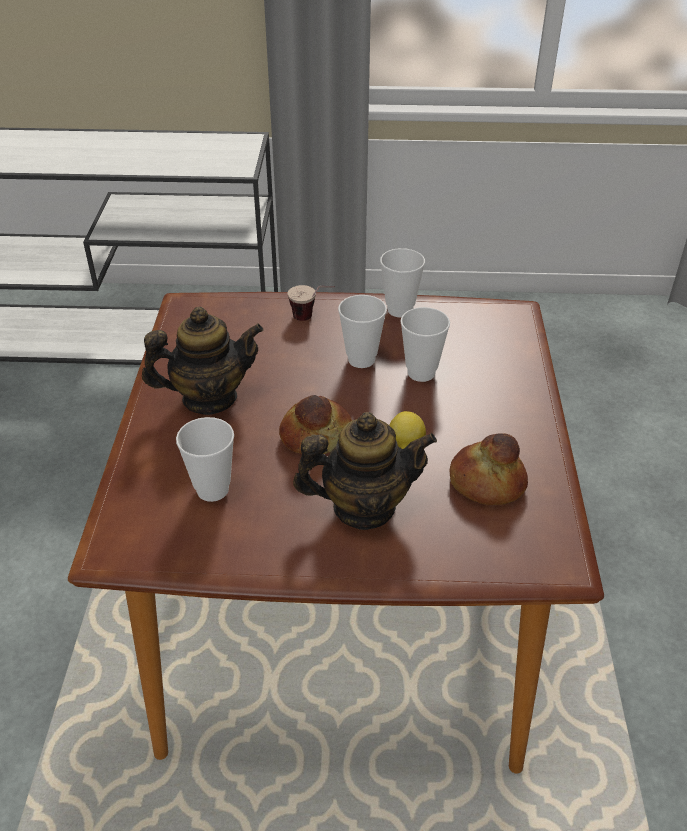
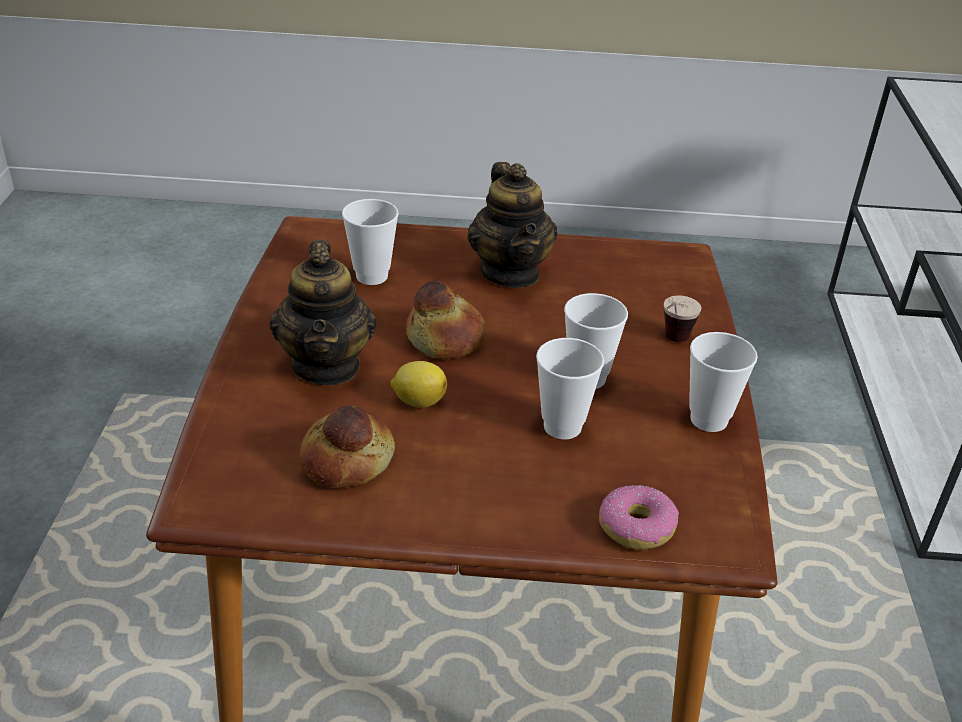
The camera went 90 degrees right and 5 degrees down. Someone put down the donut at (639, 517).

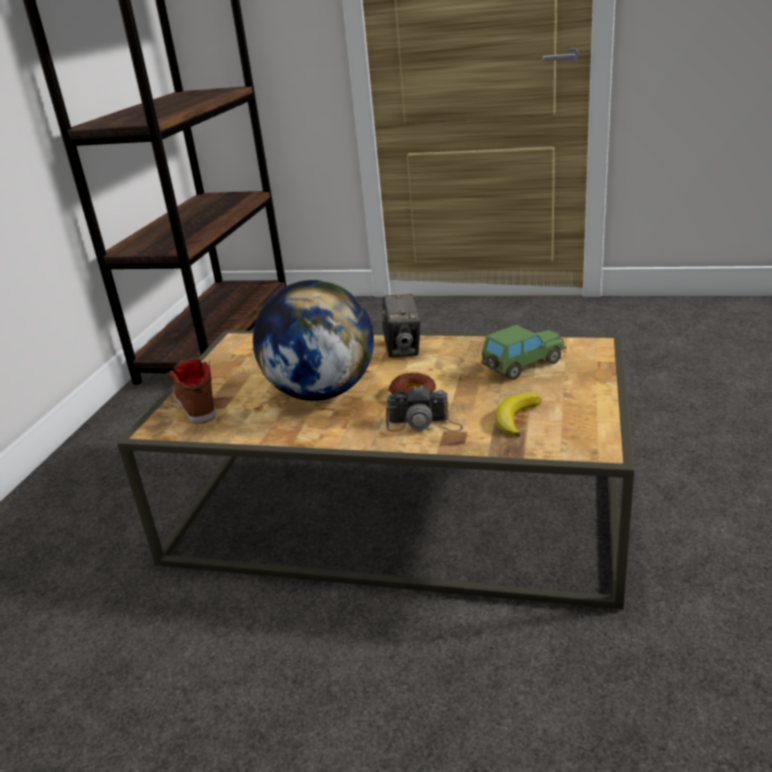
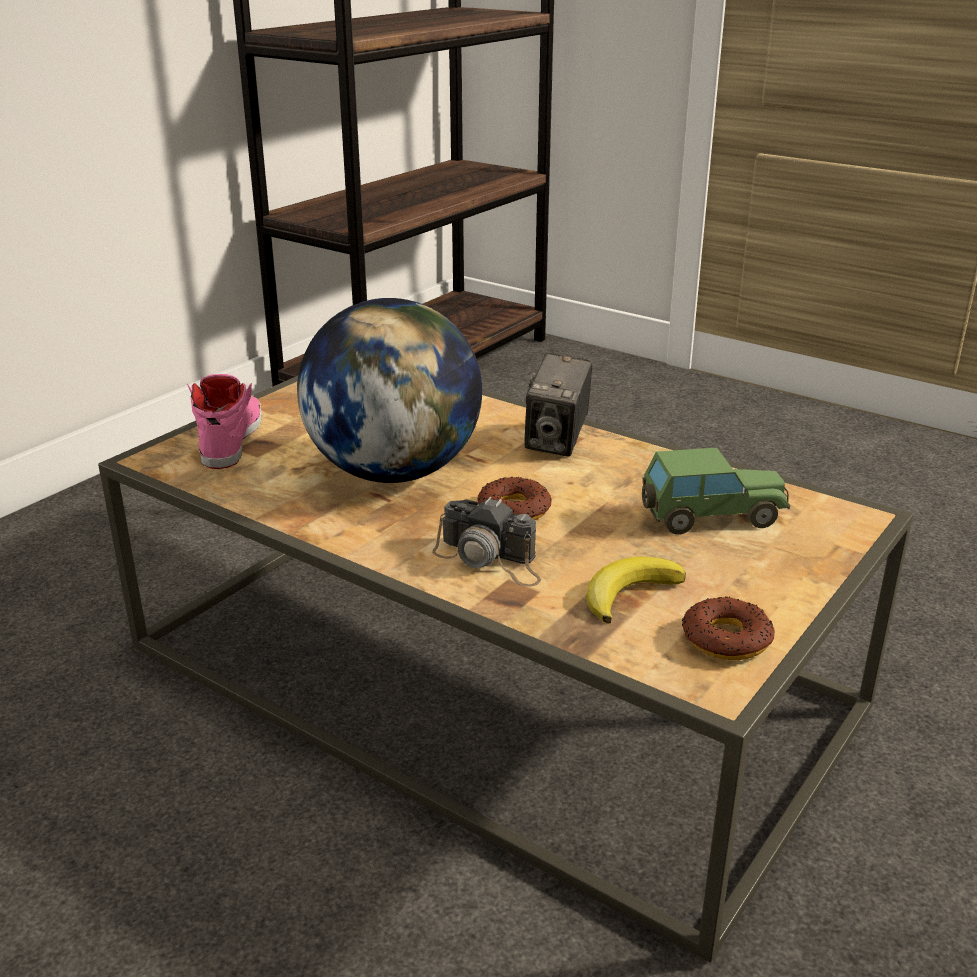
The camera went 20 degrees right and 0 degrees up. Someone repainted the shoe (brown) at (190, 391), which became the shoe (pink) at (224, 421). Someone put down the donut at (728, 628).

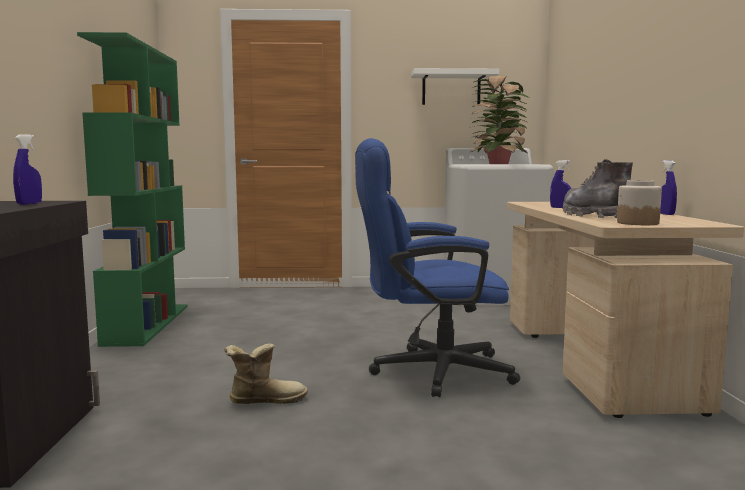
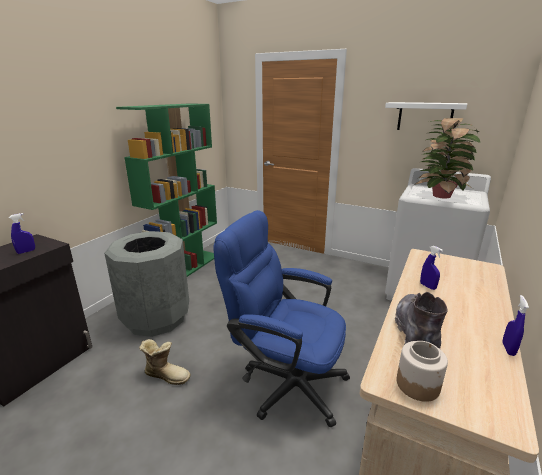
The camera went 30 degrees right and 15 degrees up. Someone put down the trash can (grey) at (146, 284).

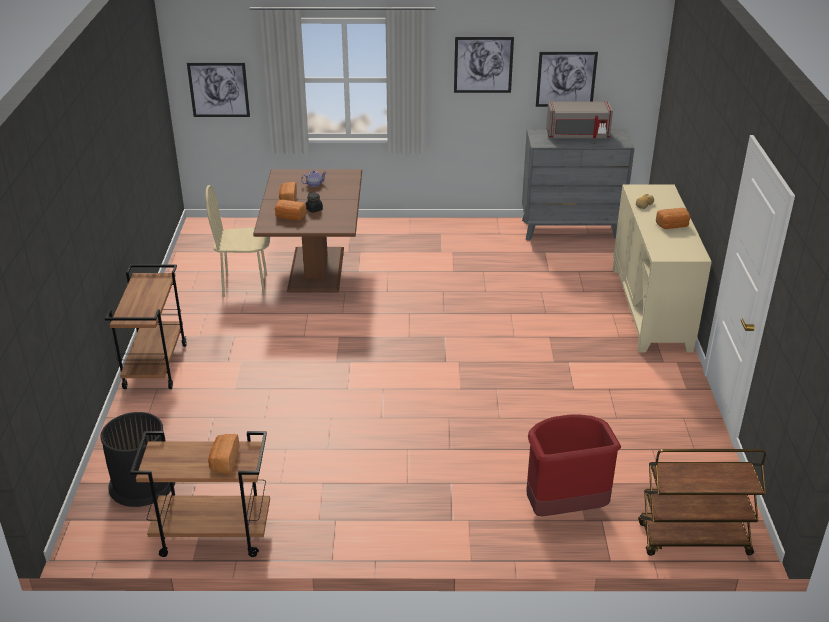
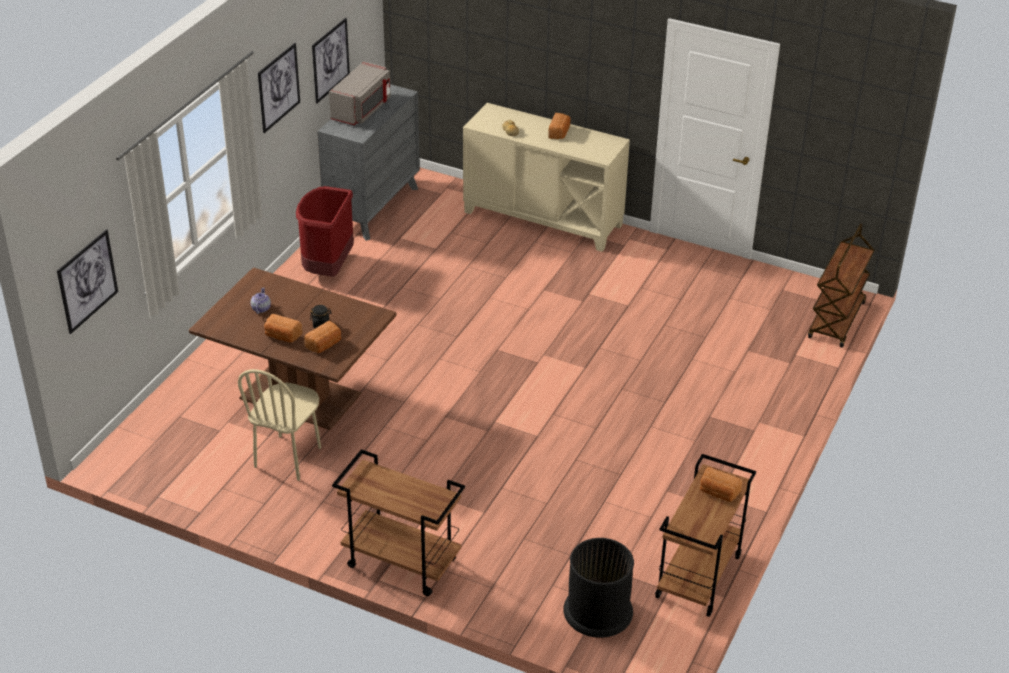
The camera went 65 degrees left and 5 degrees up. Someone carried the trash can (red) from (573, 465) to (325, 231).

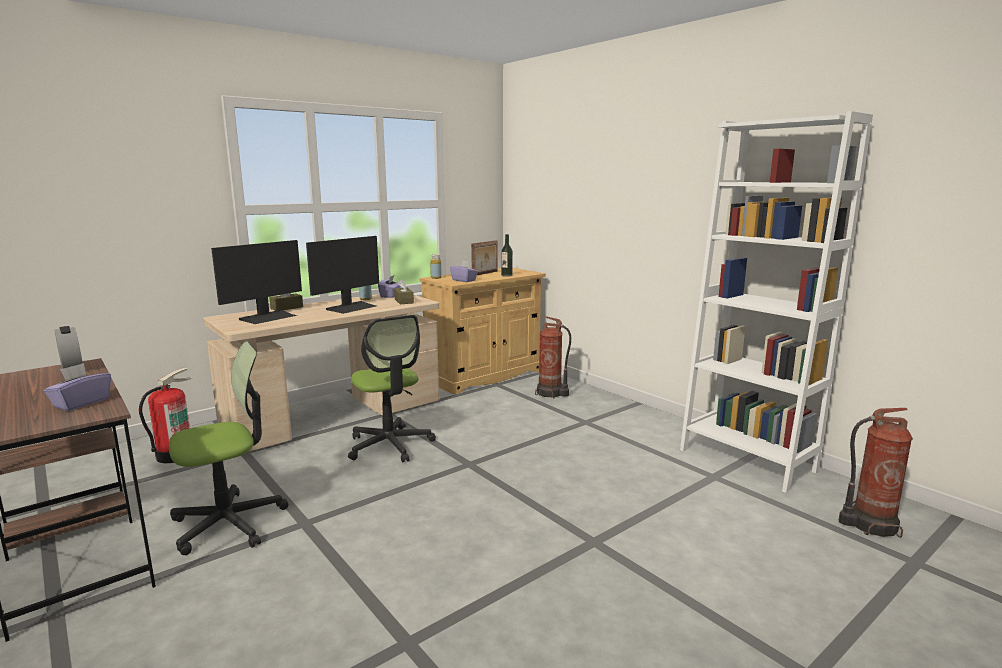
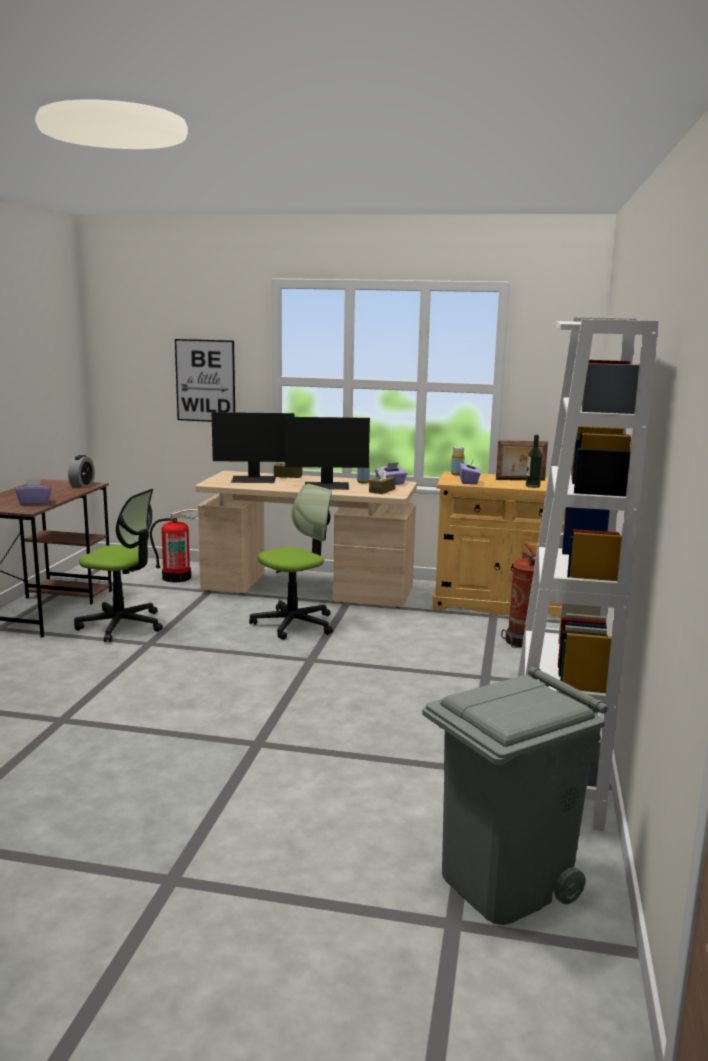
The camera went 50 degrees right and 0 degrees up. Someone rotated the office chair at (392, 388) by 150 degrees counterclockwise. Someone swapped the fire extinguisher at (876, 473) for the trash can (grey) at (515, 796). Someone put up the picture at (205, 380).

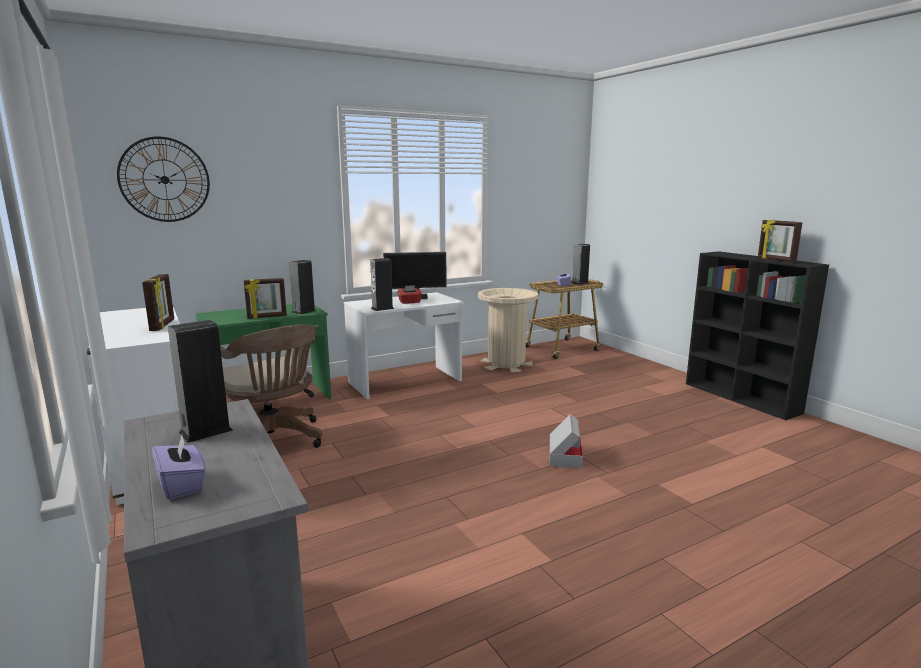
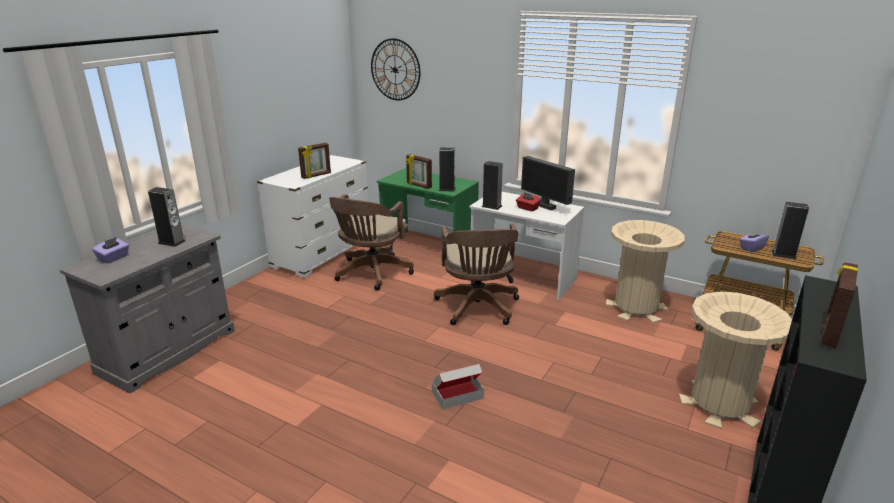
The camera went 60 degrees right and 10 degrees up. Someone put down the office chair (brown) at (476, 274). Someone put down the trash can (beige) at (735, 360).

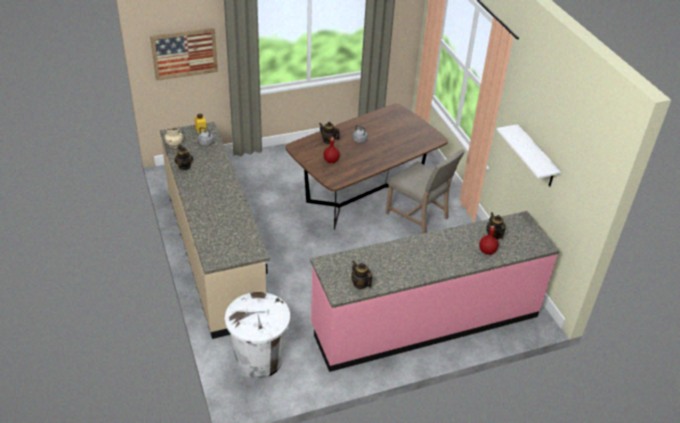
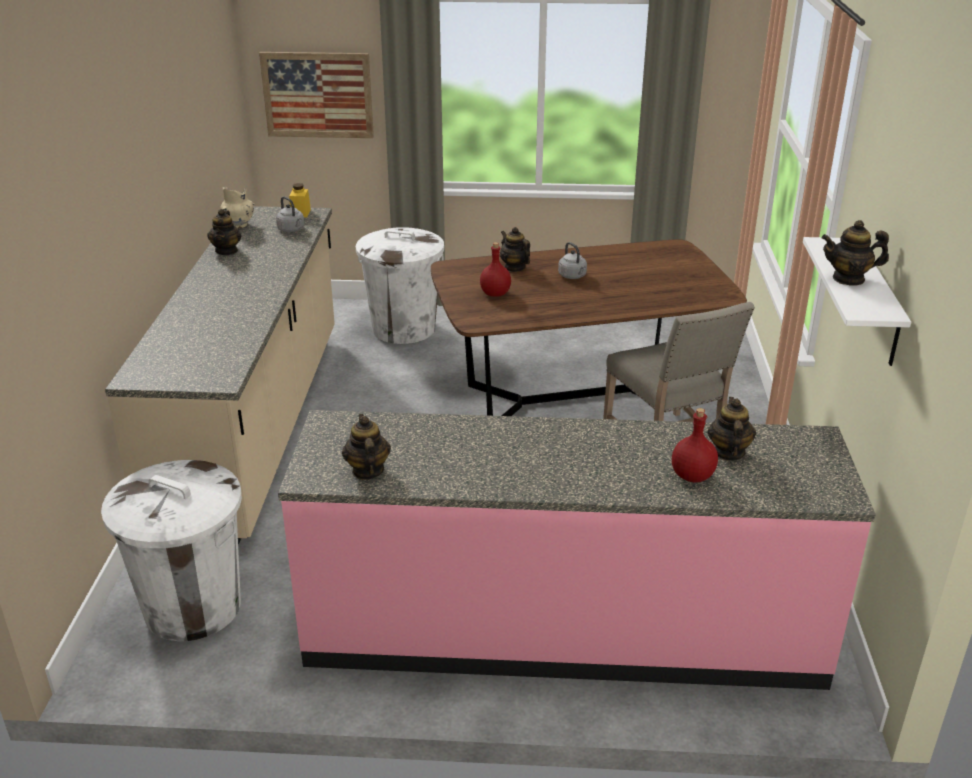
The camera went 25 degrees right and 10 degrees down. Someone put down the teapot at (855, 252). Someone put down the trash can (white) at (400, 285).

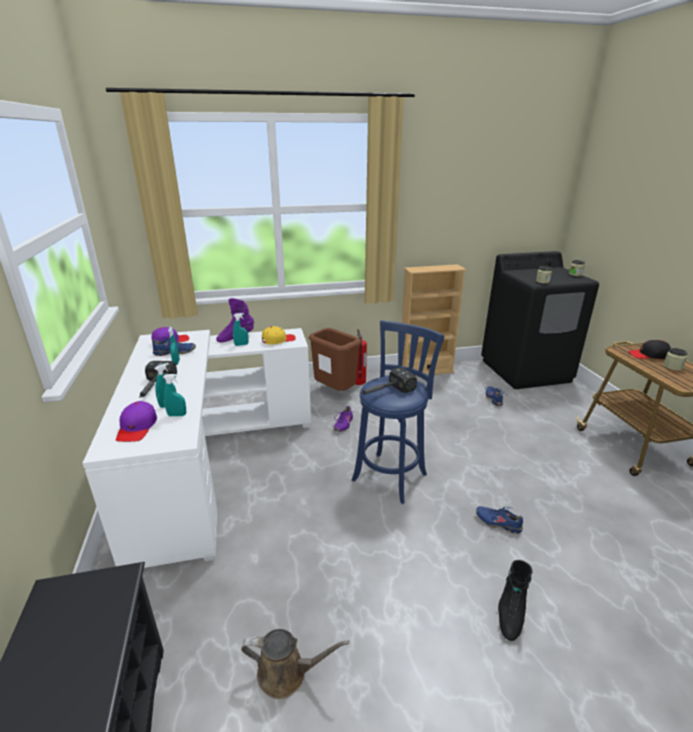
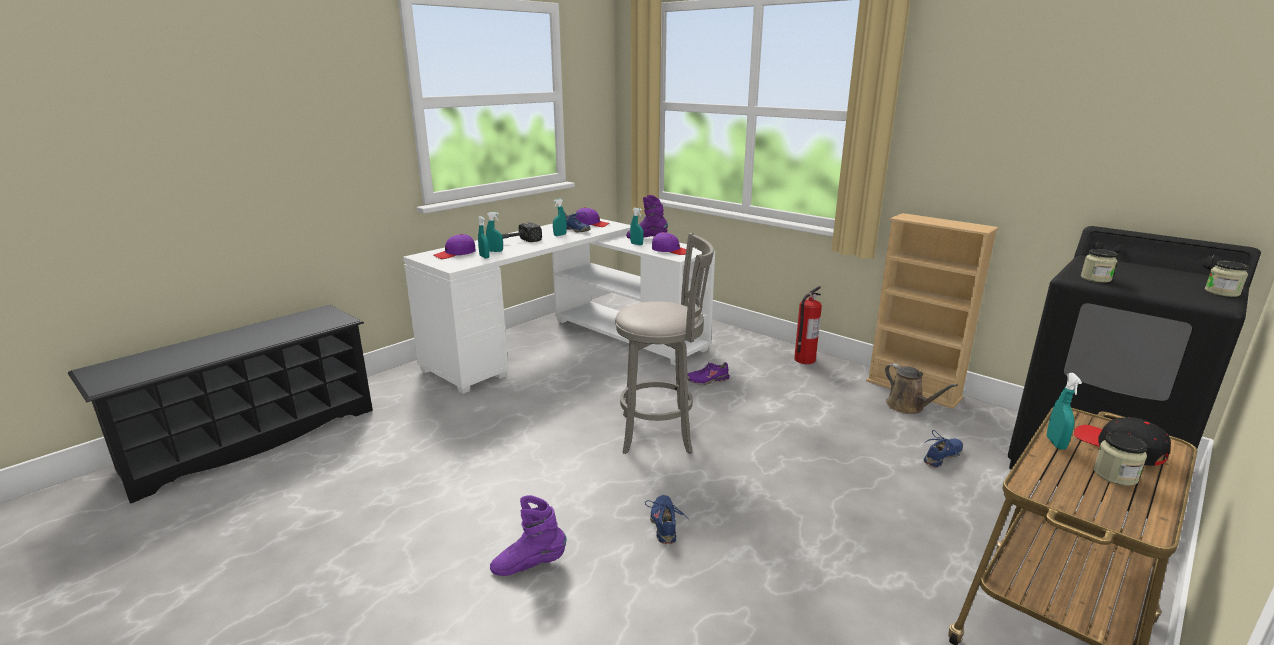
The camera went 55 degrees right and 5 degrees down. Someone repainted the stool (blue) at (398, 412), which became the stool (grey) at (664, 343). Someone repainted the cap (yellow) at (279, 335), which became the cap (purple) at (669, 243). Someone took away the trash can (brown) at (335, 359). Someone took away the hammer at (388, 381). Someone repainted the boot (black) at (515, 600), which became the boot (purple) at (528, 535). Someone carried the watering can (brown) from (295, 664) to (921, 388). Someone put down the spray bottle (turquoise) at (1064, 411).

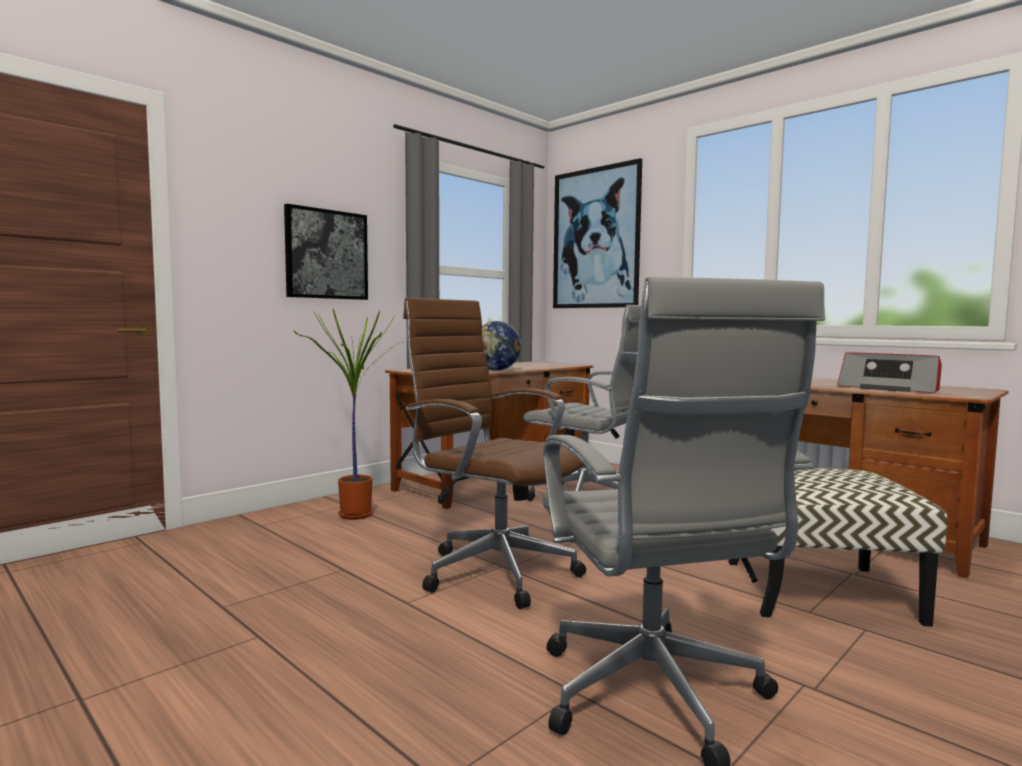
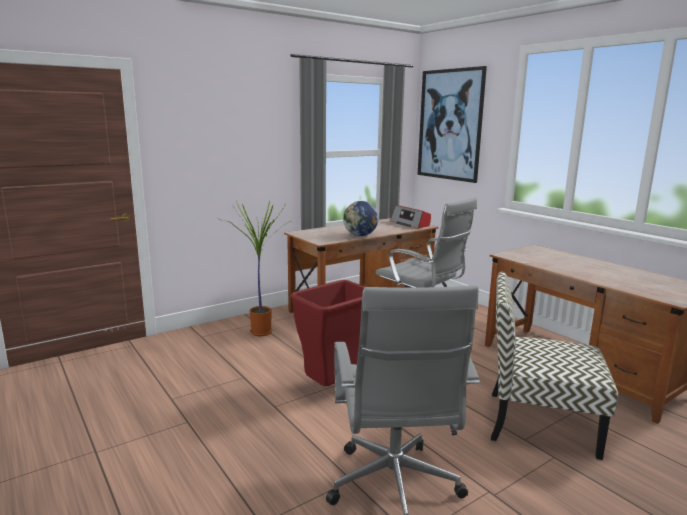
The camera went 10 degrees right and 10 degrees up. Someone took away the picture at (326, 252). Someone swapped the office chair (brown) at (494, 453) for the trash can (red) at (328, 333). Someone carried the radio from (889, 372) to (410, 217).

